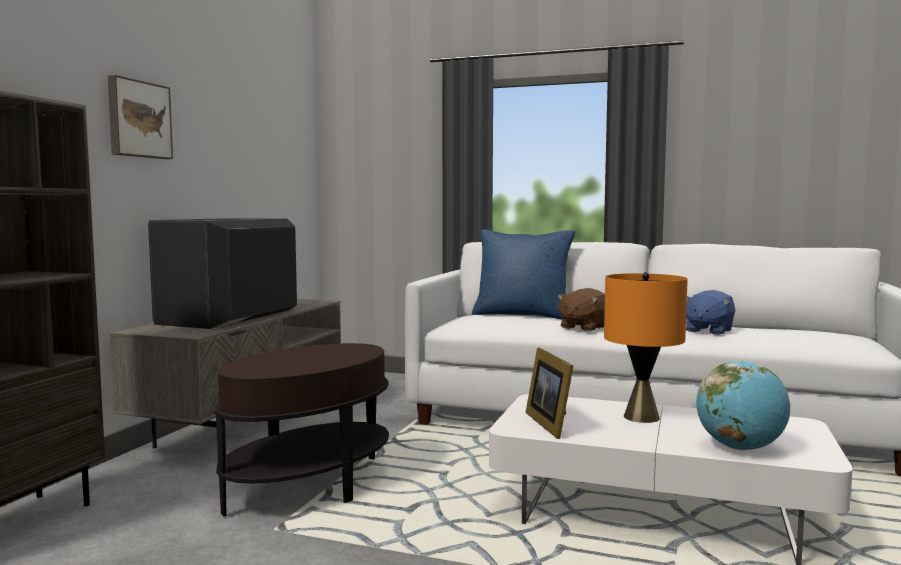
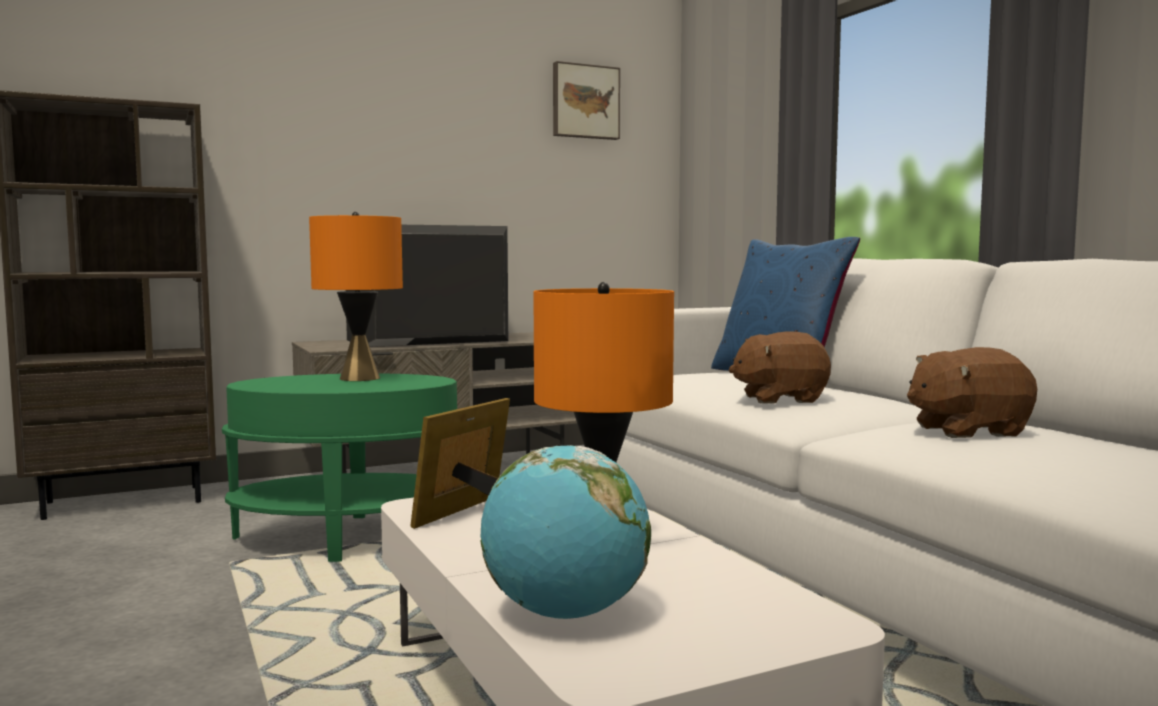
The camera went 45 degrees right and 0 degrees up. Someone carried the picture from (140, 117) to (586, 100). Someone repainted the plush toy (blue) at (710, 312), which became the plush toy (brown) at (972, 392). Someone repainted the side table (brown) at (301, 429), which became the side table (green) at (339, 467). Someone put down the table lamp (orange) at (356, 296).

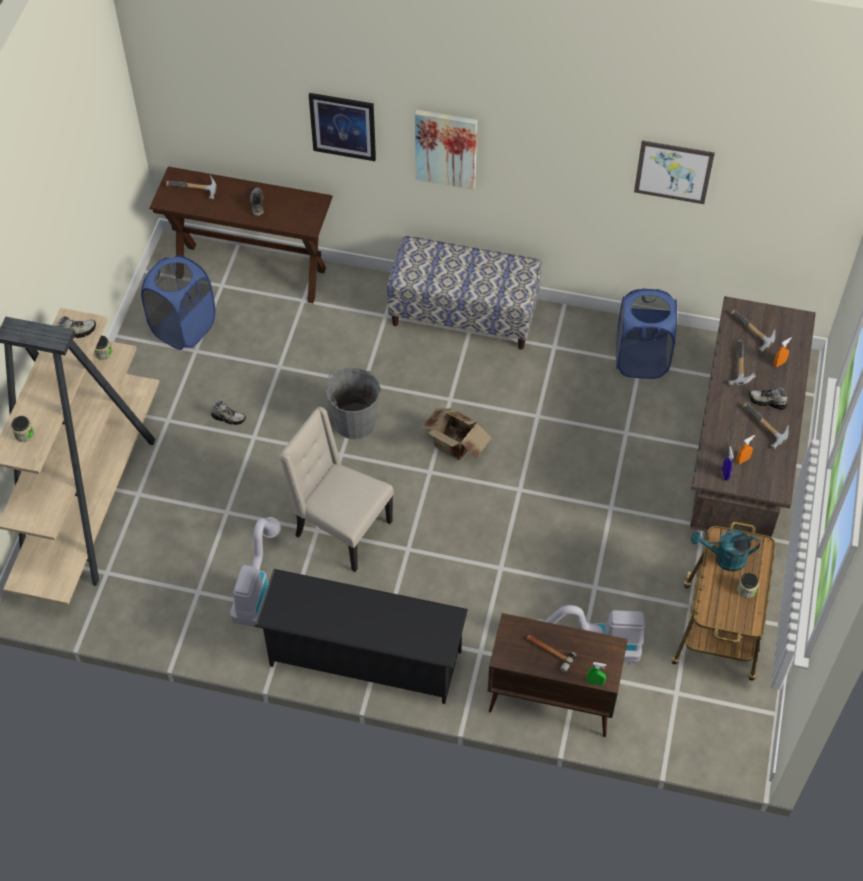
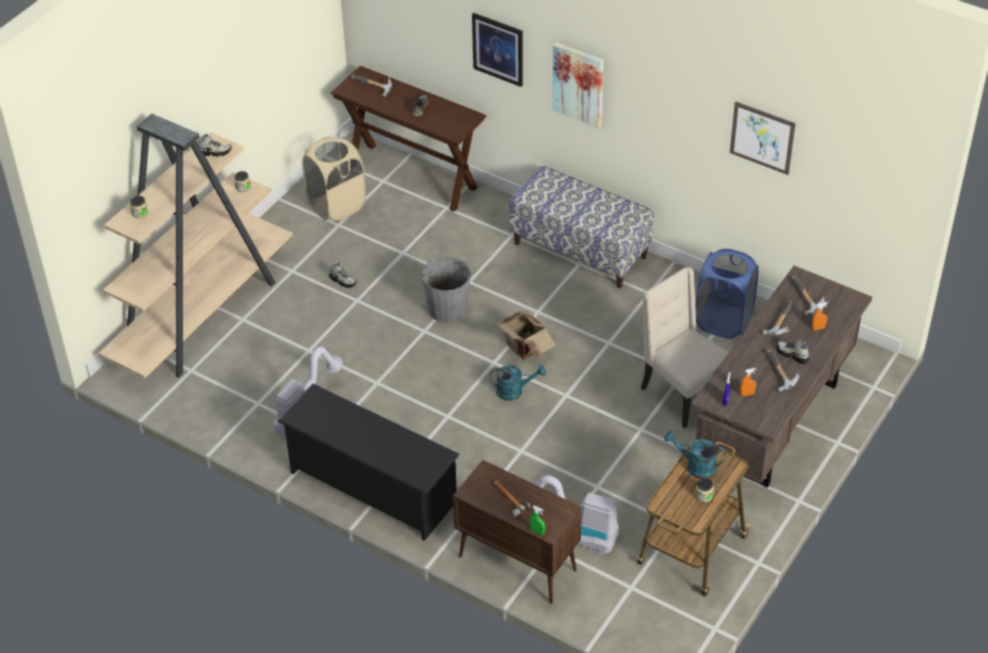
The camera went 20 degrees right and 10 degrees down. Someone repainted the laundry basket (blue) at (178, 302), which became the laundry basket (beige) at (334, 178). Someone carried the chair (beige) from (337, 489) to (685, 348). Someone put down the watering can (turquoise) at (518, 383).

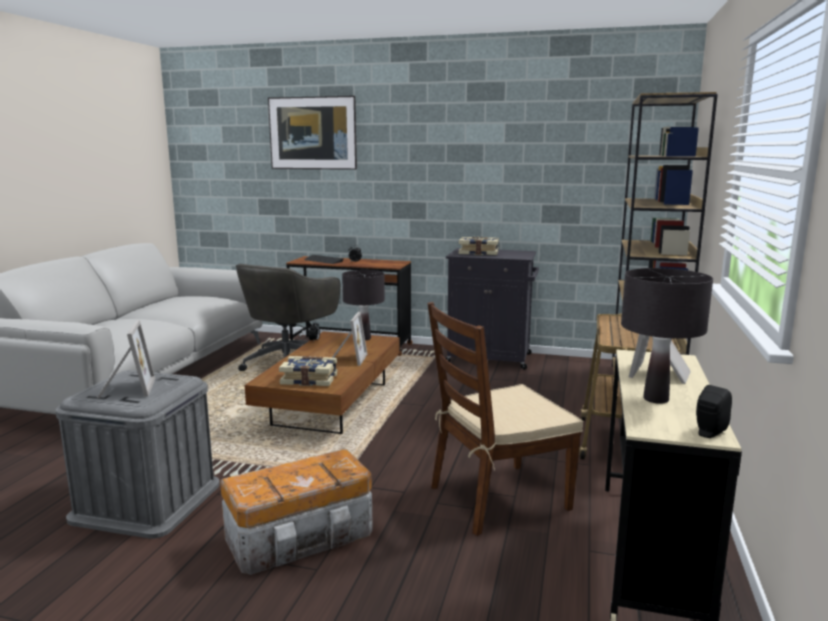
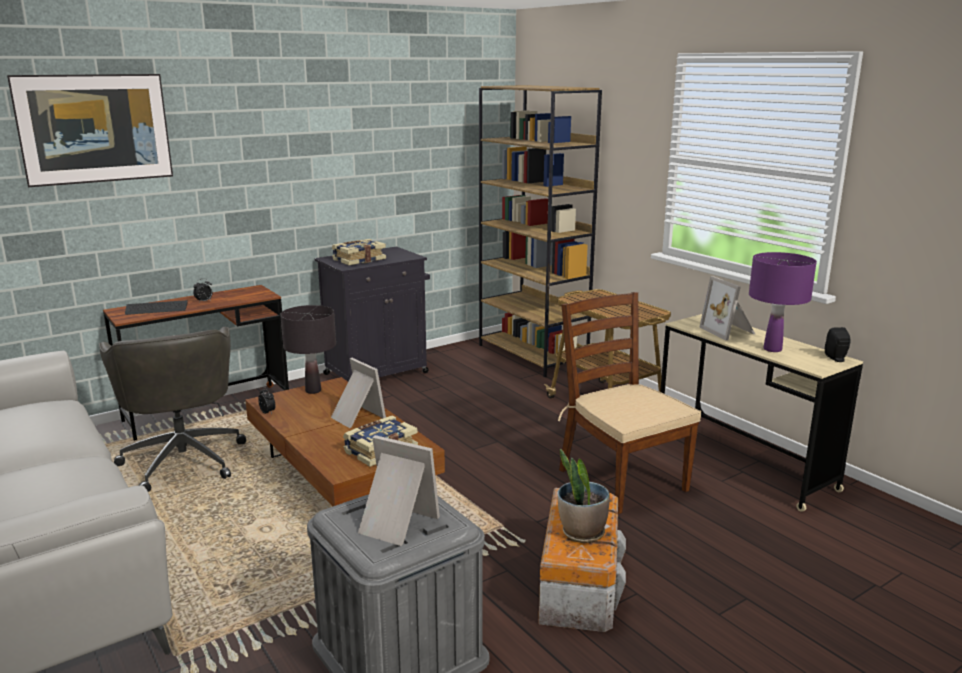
The camera went 50 degrees left and 5 degrees up. Someone repainted the table lamp (black) at (667, 336), which became the table lamp (purple) at (783, 302). Someone rotated the chair (brown) at (505, 419) by 135 degrees clockwise. Someone put down the potted plant at (583, 496).

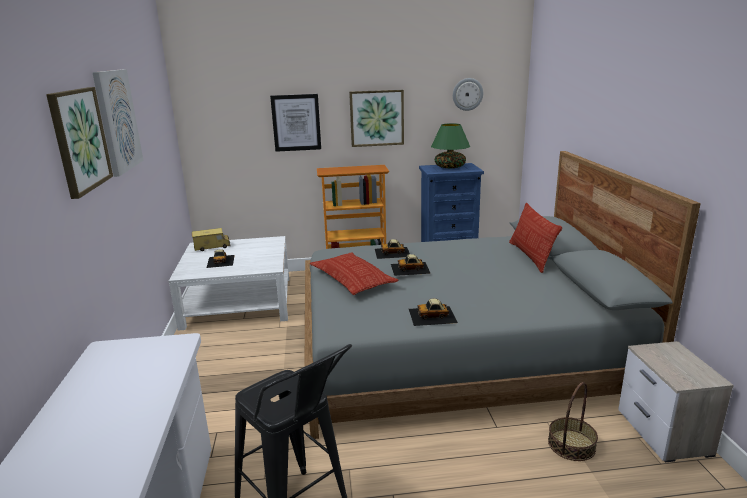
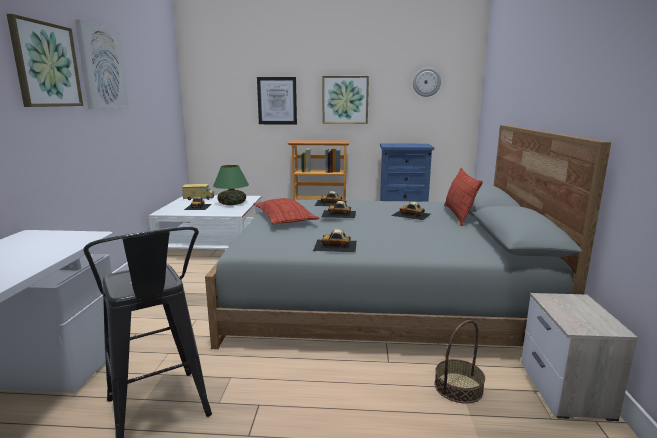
The camera went 10 degrees right and 5 degrees down. Someone carried the table lamp (green) from (450, 145) to (231, 185). Someone put down the toy car at (411, 211).

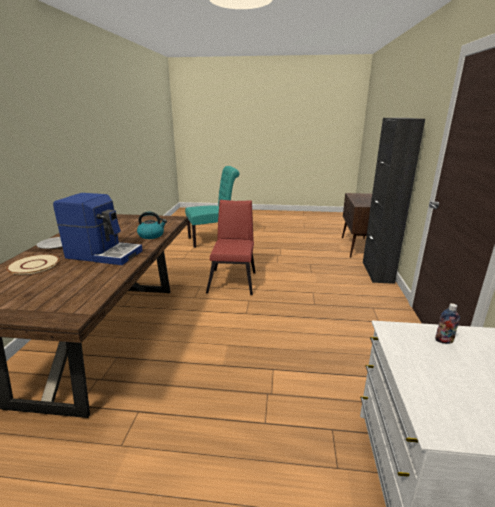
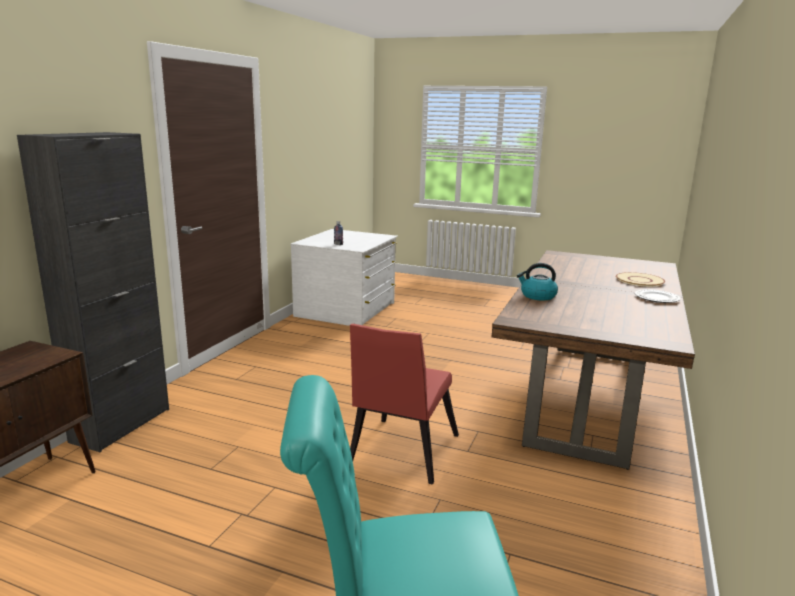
The camera went 165 degrees left and 5 degrees down. Someone took away the coffee machine at (98, 229).

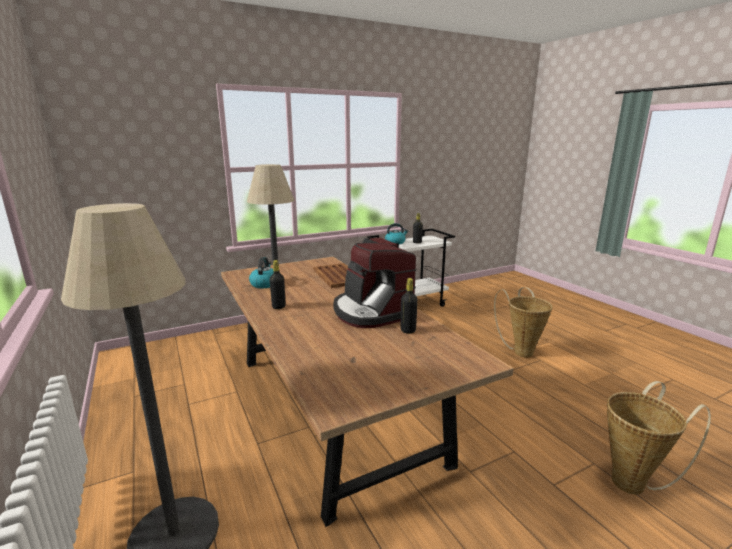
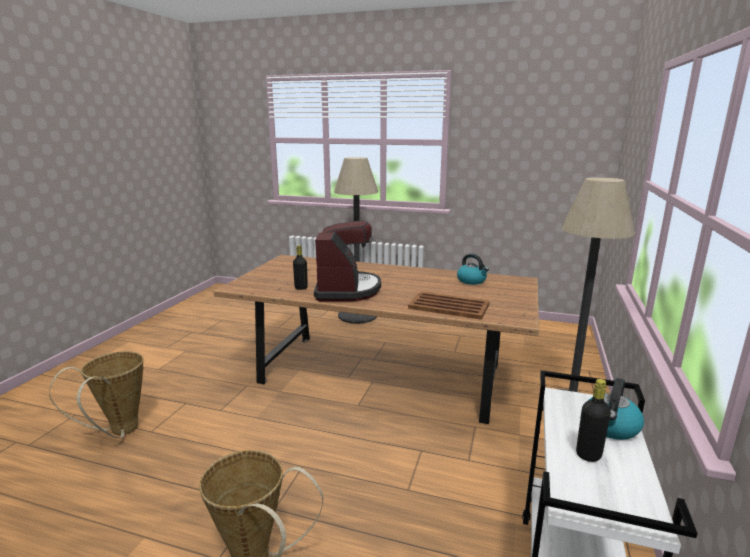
The camera went 135 degrees right and 0 degrees up. Someone rotated the coffee machine at (375, 283) by 75 degrees clockwise. Someone took away the bottle (black) at (278, 284).

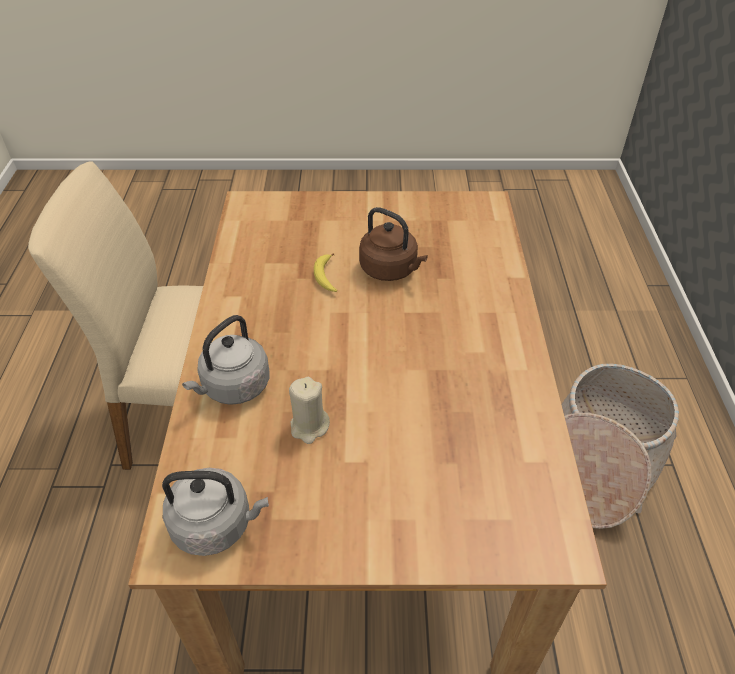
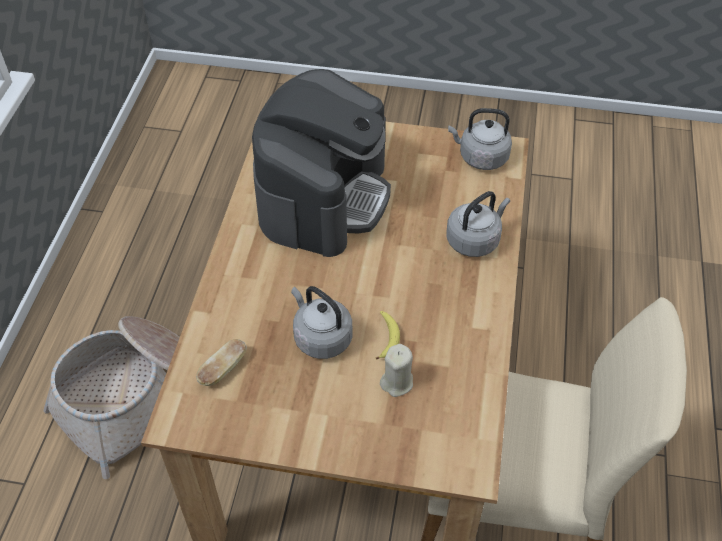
The camera went 170 degrees left and 5 degrees up. Someone repainted the kettle (brown) at (393, 244), which became the kettle (grey) at (321, 322). Someone carried the candle (beige) from (309, 410) to (396, 370). Someone put down the coffee machine at (321, 163). Someone put down the bread at (221, 362).

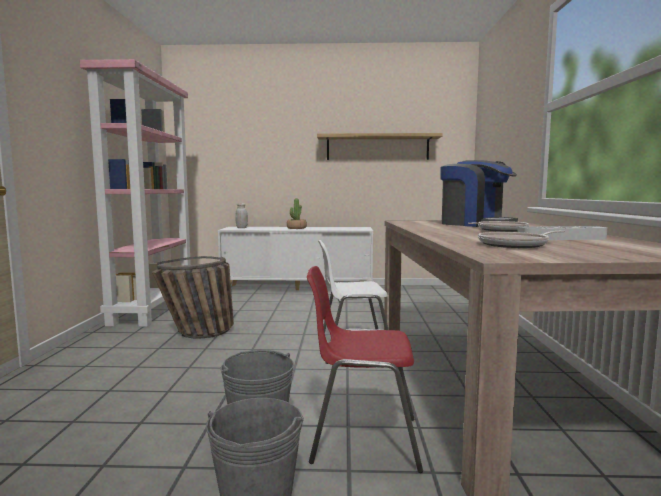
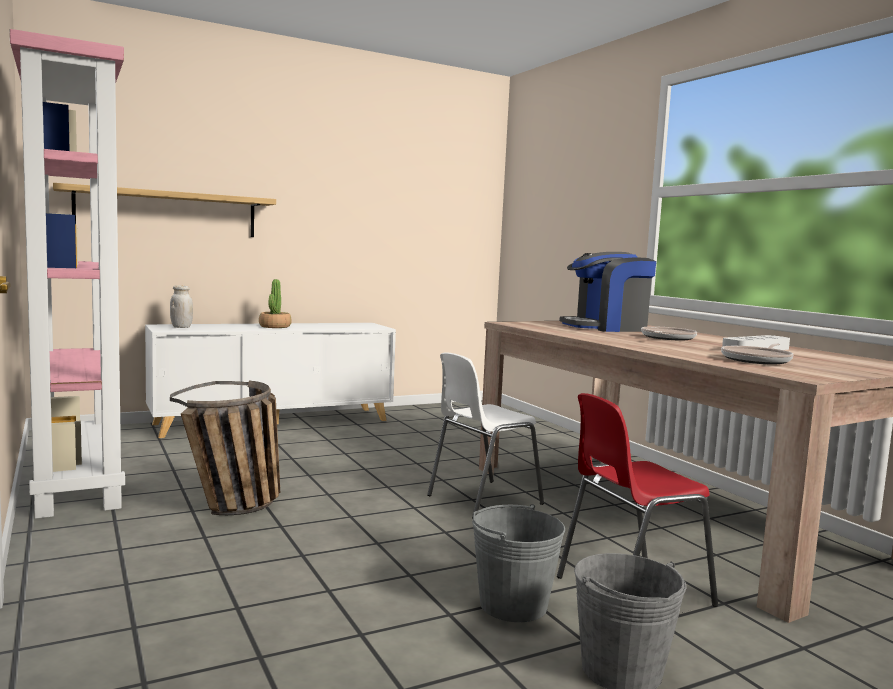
The camera went 30 degrees left and 0 degrees up. Someone carried the shelf from (380, 146) to (164, 210). Someone rotated the coffee machine at (479, 193) by 150 degrees clockwise.

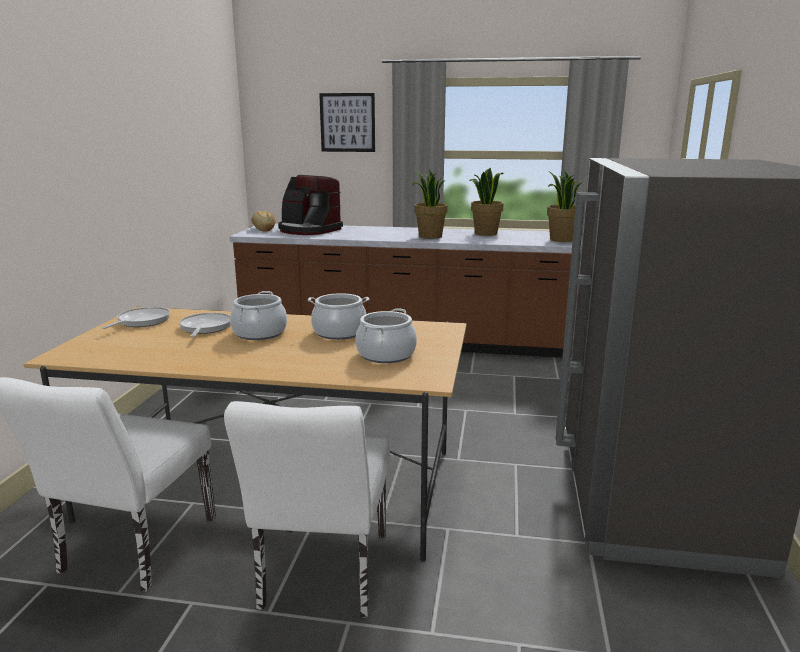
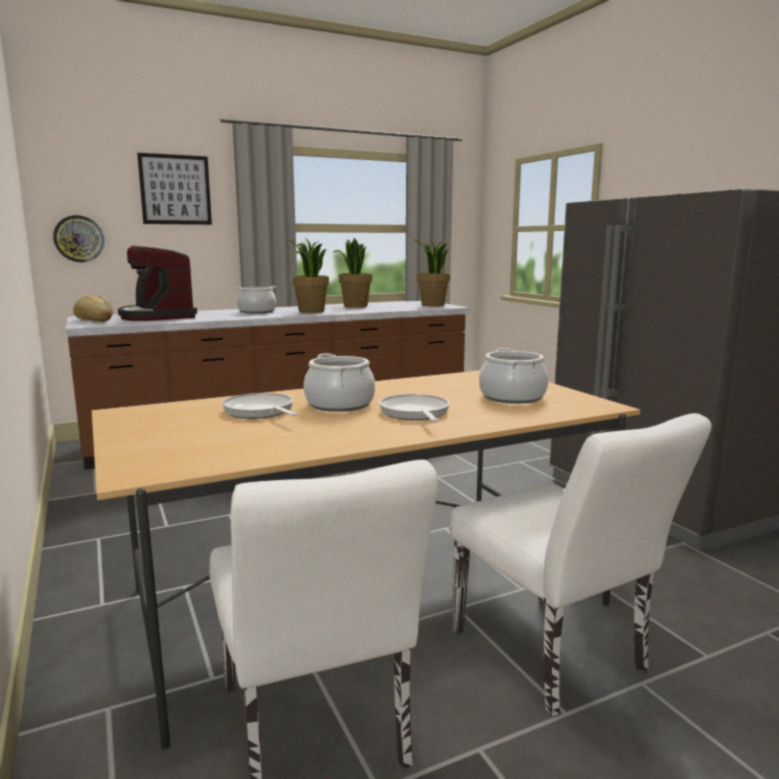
The camera went 35 degrees left and 5 degrees down. Someone rotated the coffee machine at (310, 205) by 60 degrees clockwise. Someone carried the cooking pot from (338, 316) to (255, 300). Someone carried the frying pan from (136, 318) to (414, 408). Someone put up the wall clock at (78, 238).

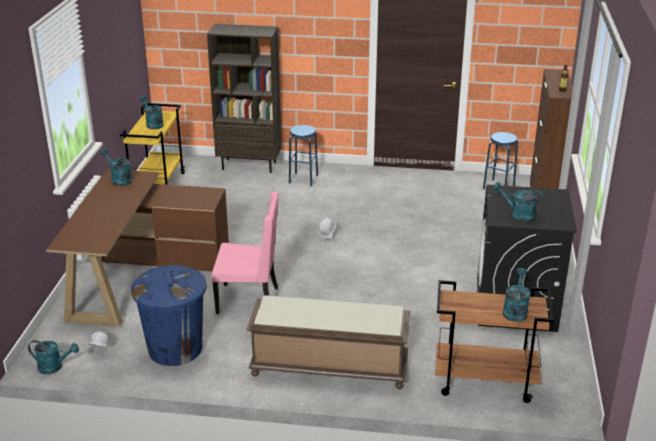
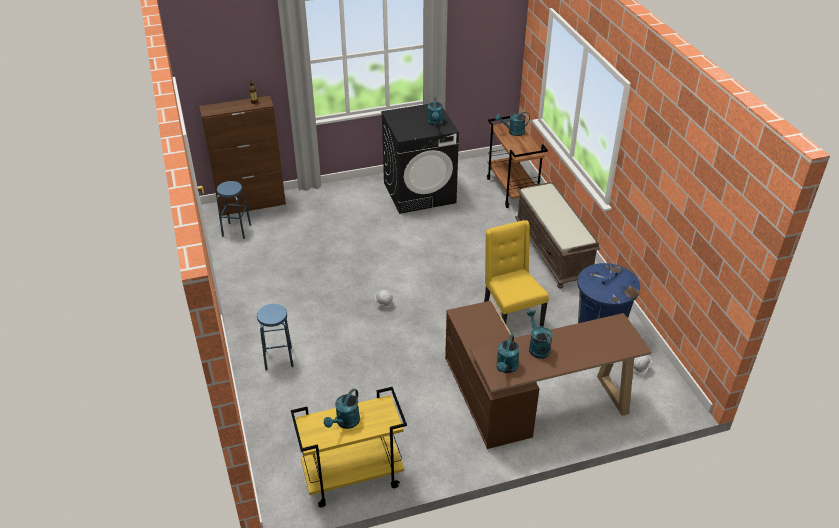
The camera went 115 degrees left and 10 degrees up. Someone took away the bookcase (brown) at (244, 98). Someone repainted the chair (pink) at (245, 253), which became the chair (yellow) at (516, 273). Someone carried the watering can (turquoise) from (53, 357) to (540, 334).

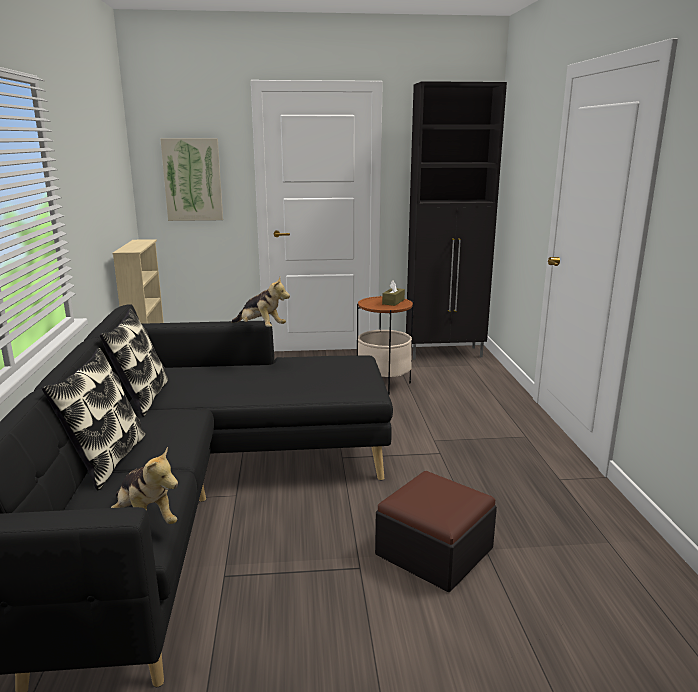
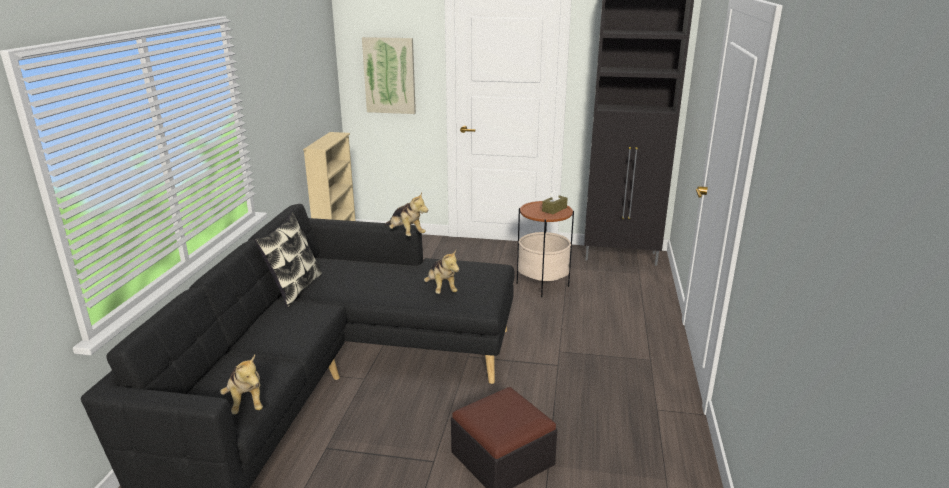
The camera went 15 degrees right and 5 degrees up. Someone took away the pillow at (93, 419). Someone put down the plush toy at (441, 272).

